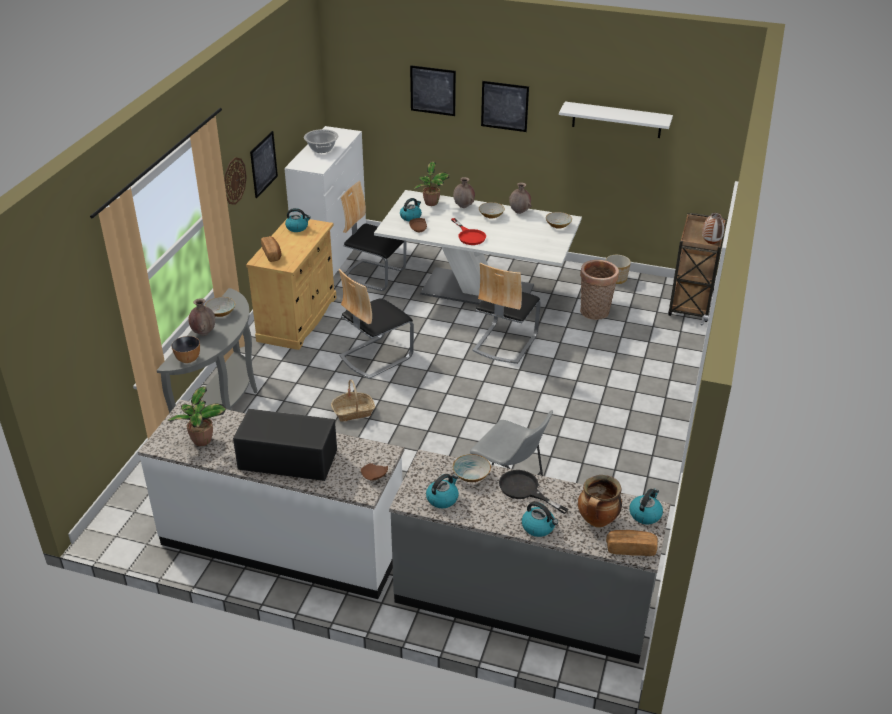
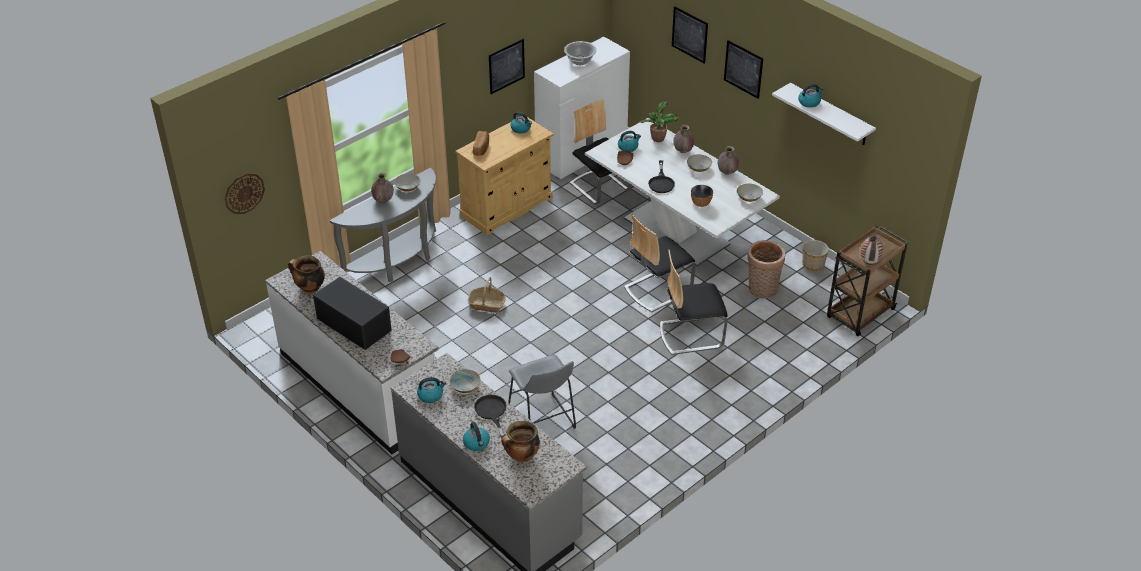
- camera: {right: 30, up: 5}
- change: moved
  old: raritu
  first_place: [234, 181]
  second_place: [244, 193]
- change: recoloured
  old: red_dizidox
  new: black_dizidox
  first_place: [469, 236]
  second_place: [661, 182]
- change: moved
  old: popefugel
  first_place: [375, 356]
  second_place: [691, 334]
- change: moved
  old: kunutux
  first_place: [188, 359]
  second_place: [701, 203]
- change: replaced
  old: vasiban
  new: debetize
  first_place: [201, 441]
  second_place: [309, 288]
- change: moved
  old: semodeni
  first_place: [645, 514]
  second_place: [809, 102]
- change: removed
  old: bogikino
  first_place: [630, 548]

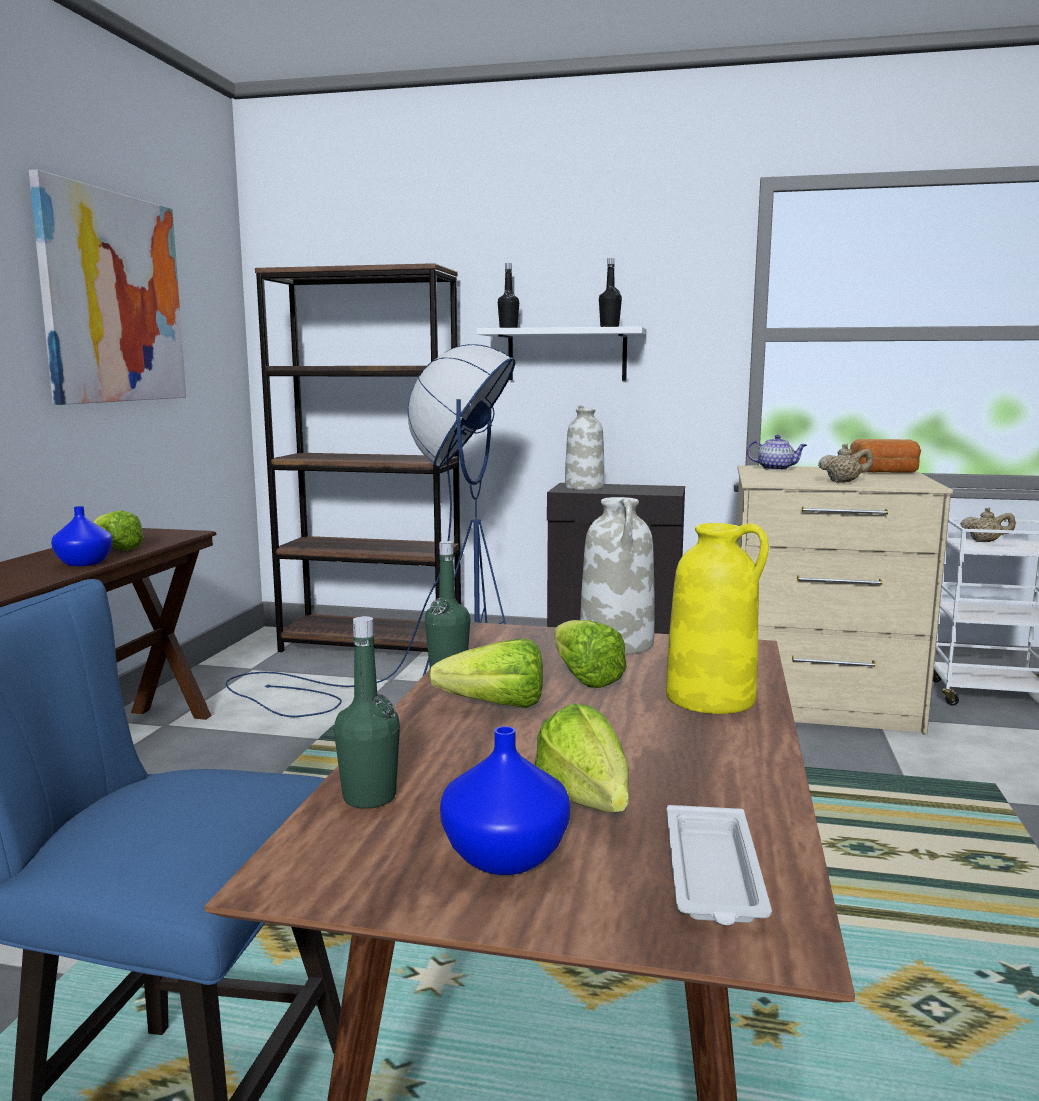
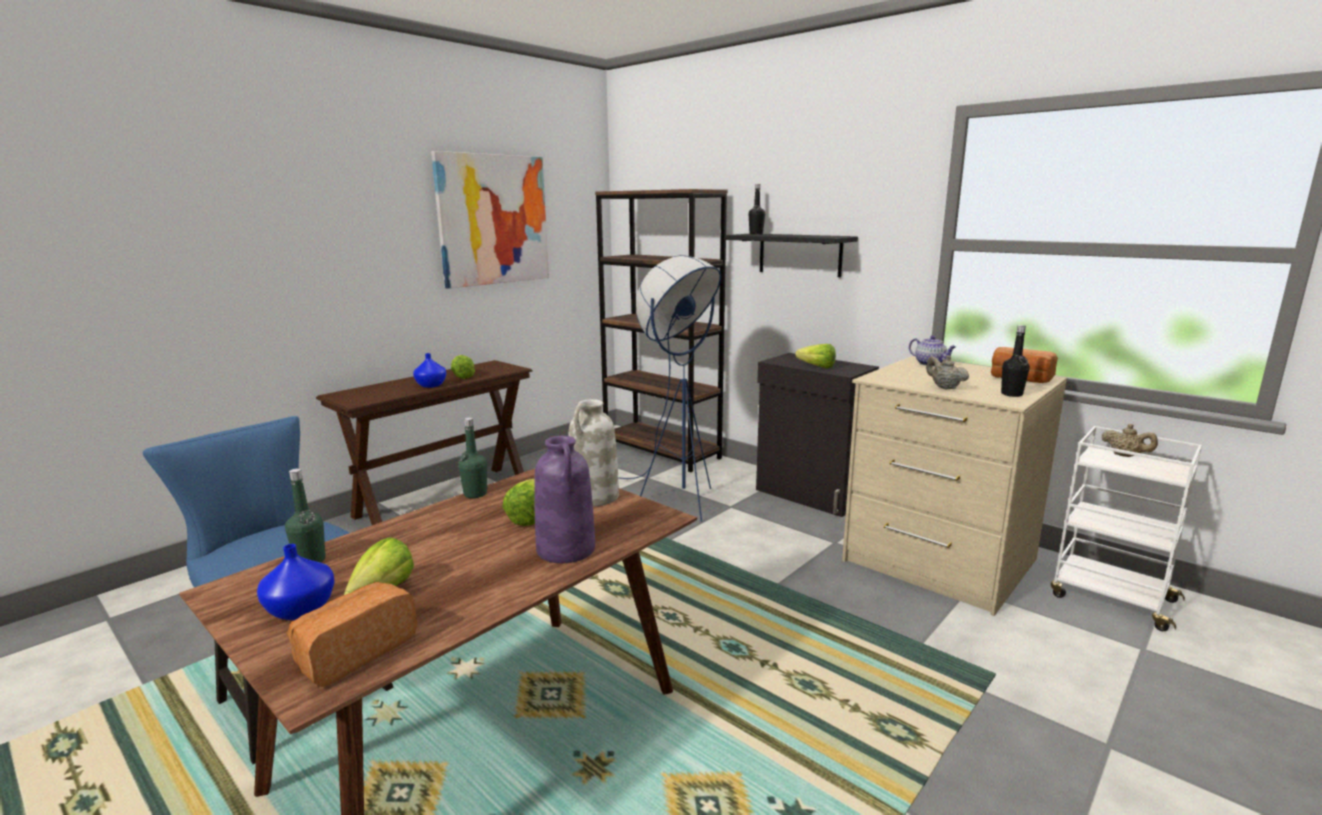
- camera: {right: 30, up: 5}
- change: moved
  old: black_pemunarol
  first_place: [609, 327]
  second_place: [1011, 394]
- change: recoloured
  old: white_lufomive
  new: black_lufomive
  first_place: [567, 355]
  second_place: [799, 254]
- change: removed
  old: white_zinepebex
  first_place: [583, 487]
- change: turned
  old: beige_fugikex
  first_place: [844, 482]
  second_place: [944, 387]
  degrees: -150
- change: recoloured
  old: yellow_zinepebex
  new: purple_zinepebex
  first_place: [712, 698]
  second_place: [566, 550]
- change: moved
  old: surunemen
  first_place: [486, 705]
  second_place: [814, 366]
- change: replaced
  old: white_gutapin
  new: bogikino
  first_place: [713, 875]
  second_place: [354, 652]

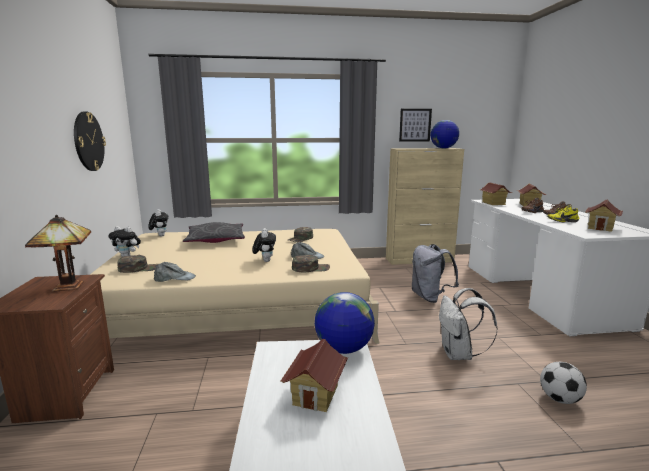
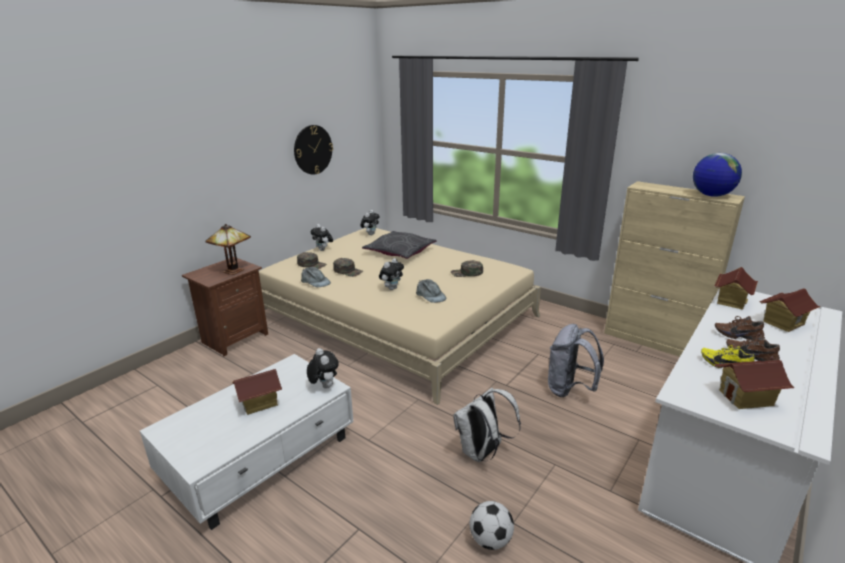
- camera: {right: 45, up: 10}
- change: removed
  old: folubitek
  first_place: [415, 125]
- change: moved
  old: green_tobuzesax
  first_place: [310, 268]
  second_place: [348, 271]
- change: replaced
  old: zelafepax
  new: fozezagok
  first_place: [343, 349]
  second_place: [324, 386]

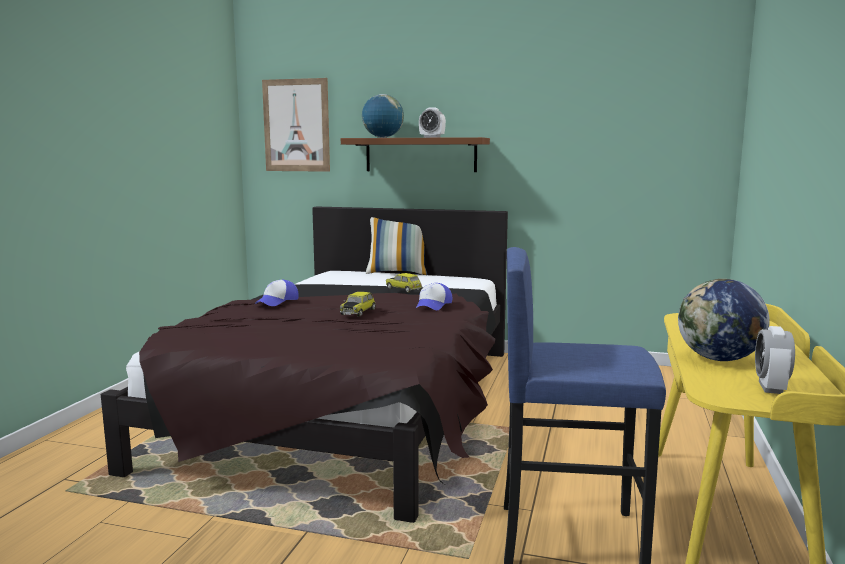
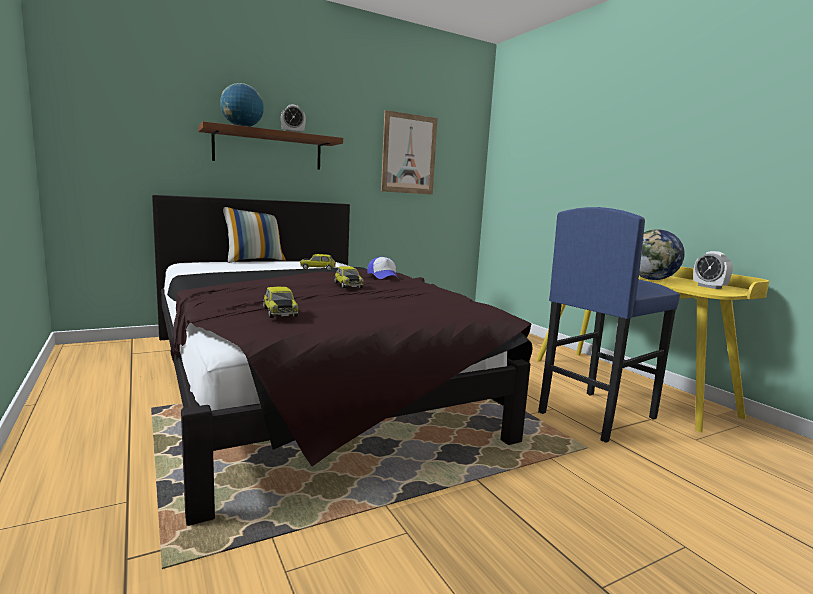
- camera: {right: -45, up: 0}
- change: moved
  old: folubitek
  first_place: [296, 125]
  second_place: [409, 154]
- change: removed
  old: tobuzesax
  first_place: [277, 301]
- change: added
  new: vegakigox
  second_place: [279, 312]

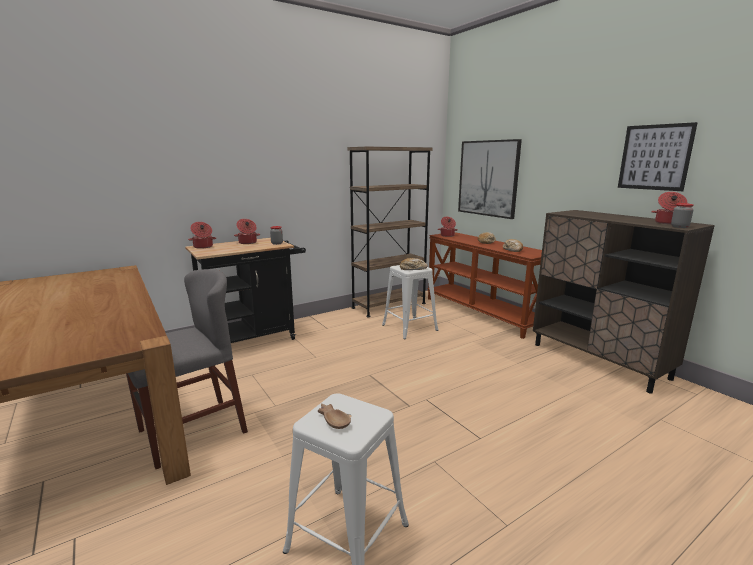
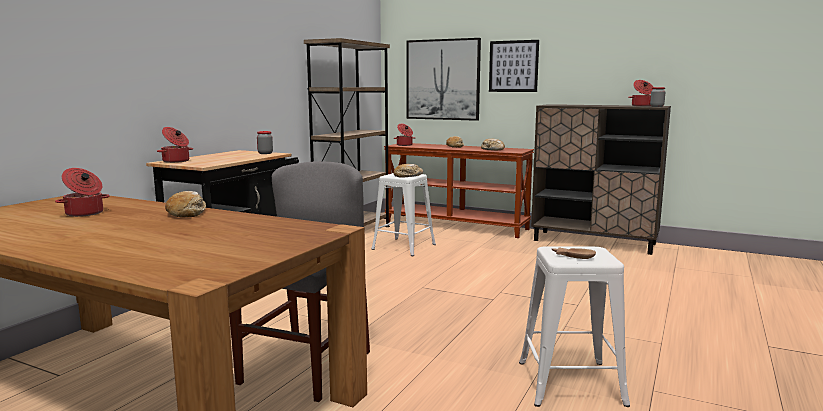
- camera: {right: -30, up: -5}
- change: moved
  old: folubitek
  first_place: [654, 157]
  second_place: [513, 66]
- change: moved
  old: debetize
  first_place: [247, 242]
  second_place: [85, 213]
- change: added
  new: bogikino
  second_place: [187, 213]

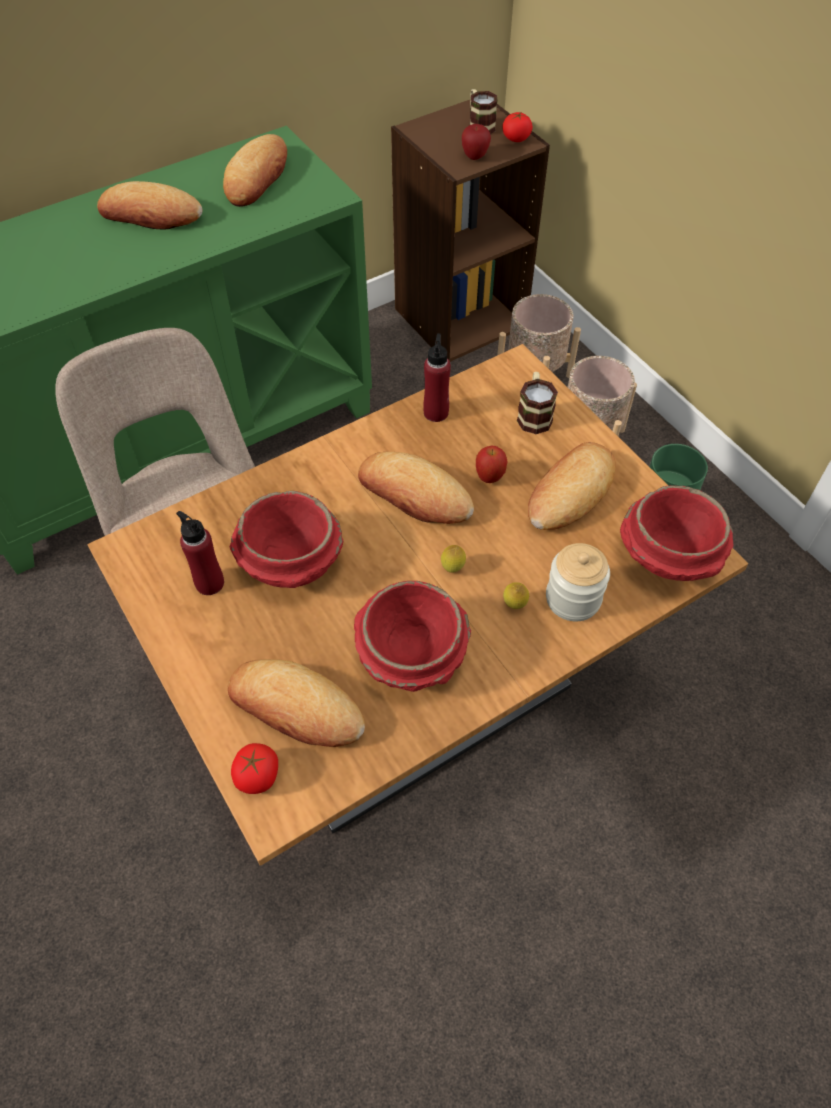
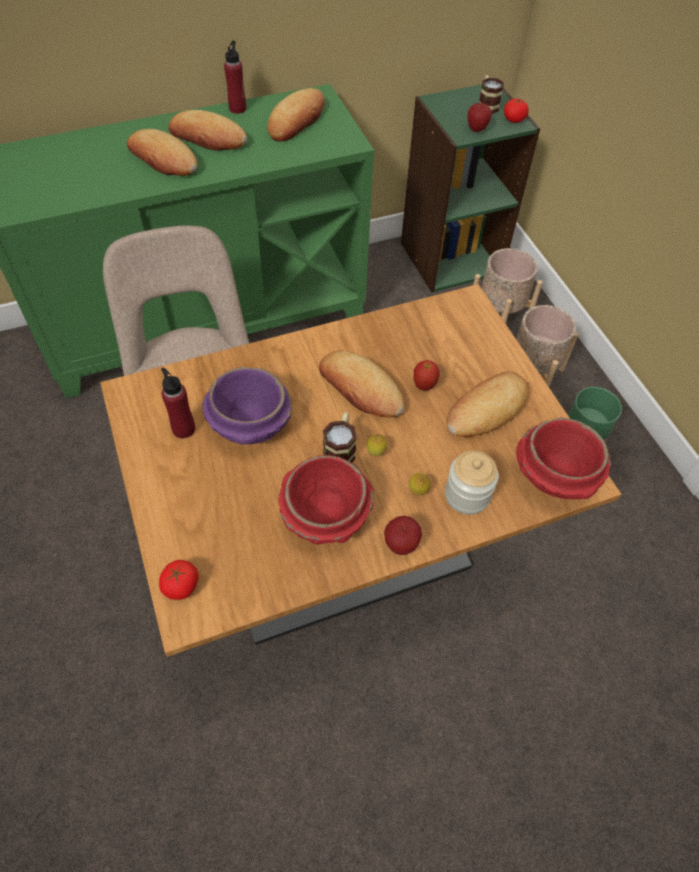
- camera: {right: 10, up: 0}
- change: recoloured
  old: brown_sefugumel
  new: green_sefugumel
  first_place: [459, 317]
  second_place: [450, 257]
- change: moved
  old: red_pemunarol
  first_place: [436, 412]
  second_place: [237, 108]
- change: moved
  old: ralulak
  first_place: [534, 414]
  second_place: [340, 449]
- change: recoloured
  old: red_kunutux
  new: purple_kunutux
  first_place: [290, 562]
  second_place: [249, 424]
- change: moved
  old: bogikino
  first_place: [296, 708]
  second_place: [163, 159]
- change: added
  new: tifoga
  second_place: [401, 545]

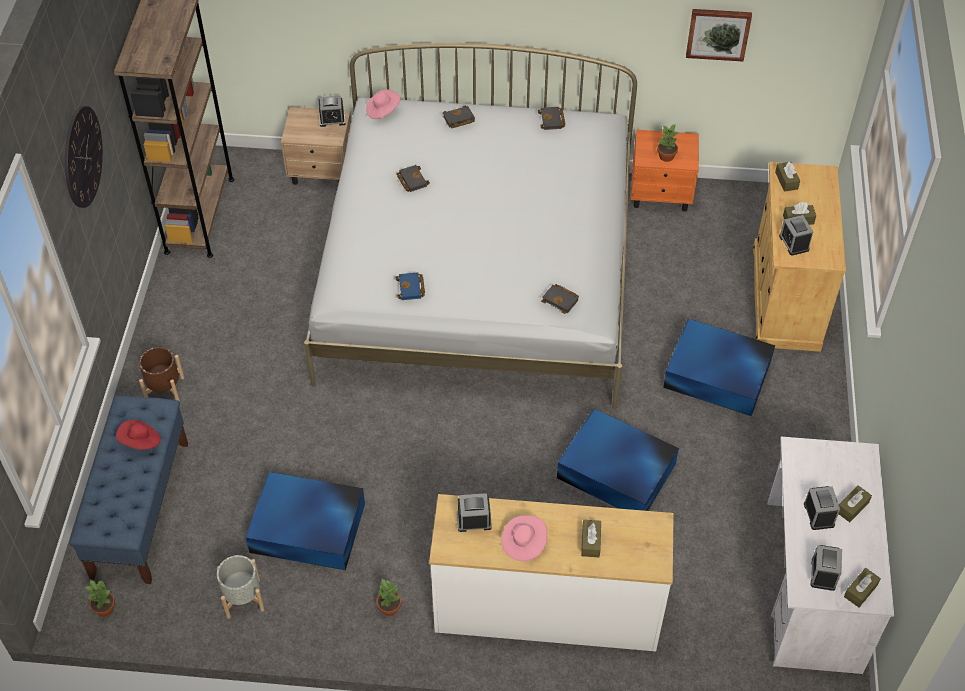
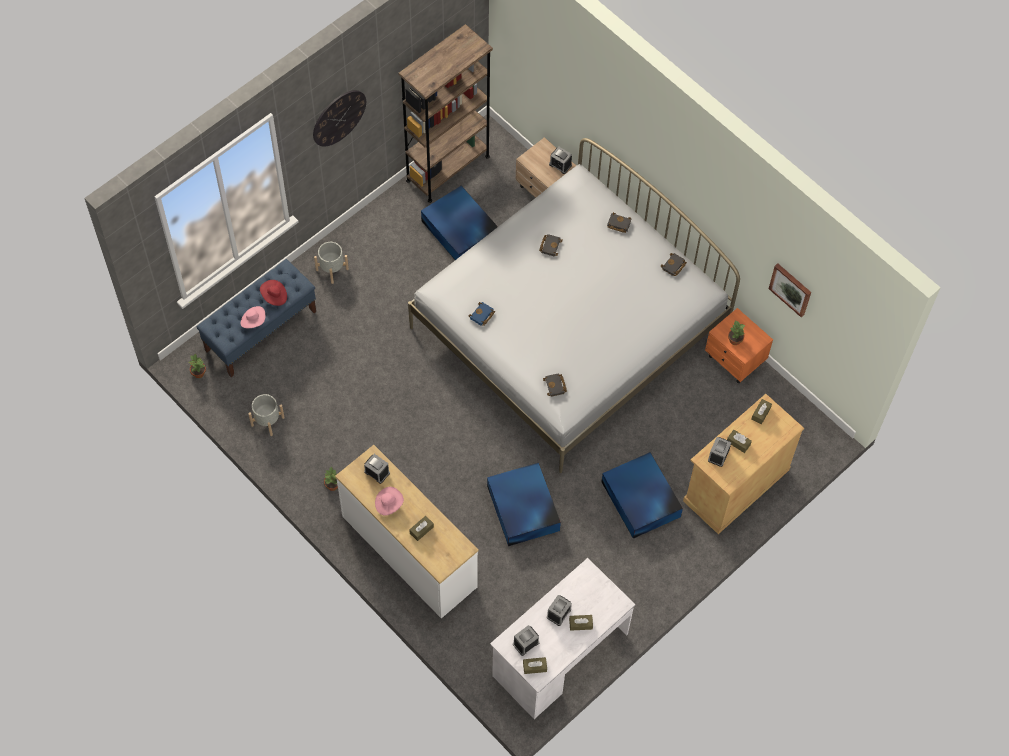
- camera: {right: 40, up: 10}
- change: moved
  old: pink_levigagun
  first_place: [382, 111]
  second_place: [253, 321]
- change: recoloured
  old: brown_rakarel
  new: grey_rakarel
  first_place: [165, 389]
  second_place: [332, 269]
- change: moved
  old: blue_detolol
  first_place: [309, 529]
  second_place: [460, 231]

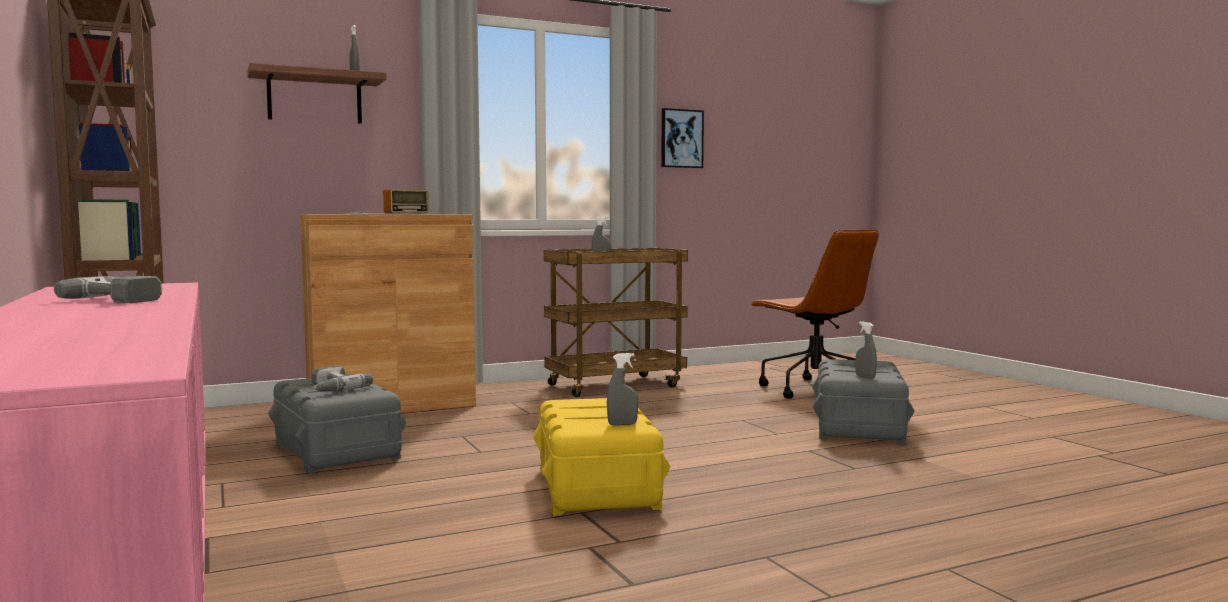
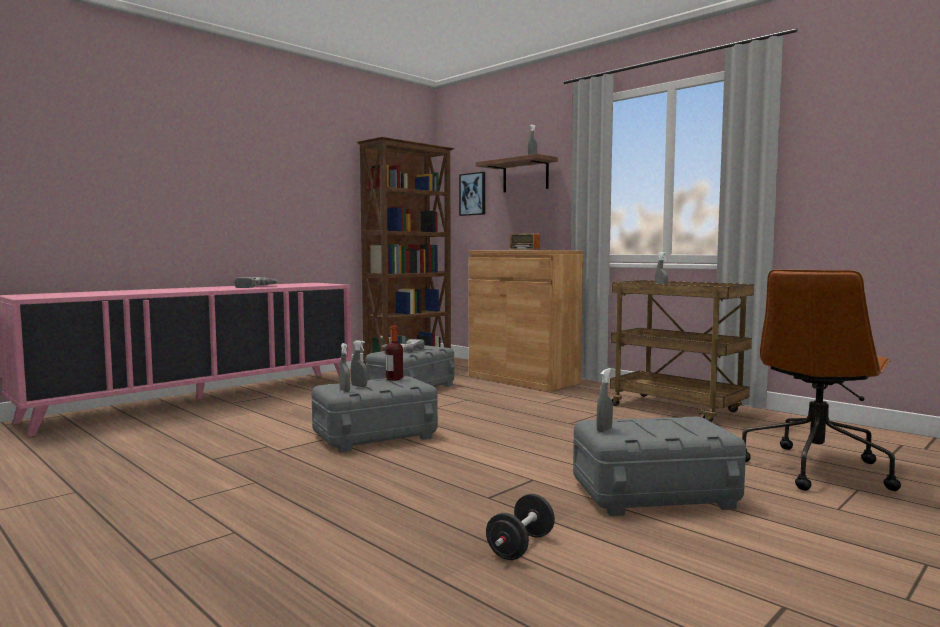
- camera: {right: 70, up: 0}
- change: moved
  old: folubitek
  first_place: [681, 138]
  second_place: [473, 194]
- change: recoloured
  old: yellow_detolol
  new: grey_detolol
  first_place: [595, 488]
  second_place: [375, 436]
- change: added
  new: pemunarol
  second_place: [394, 379]
- change: added
  new: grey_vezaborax
  second_place: [359, 386]
- change: added
  new: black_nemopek
  second_place: [520, 546]

